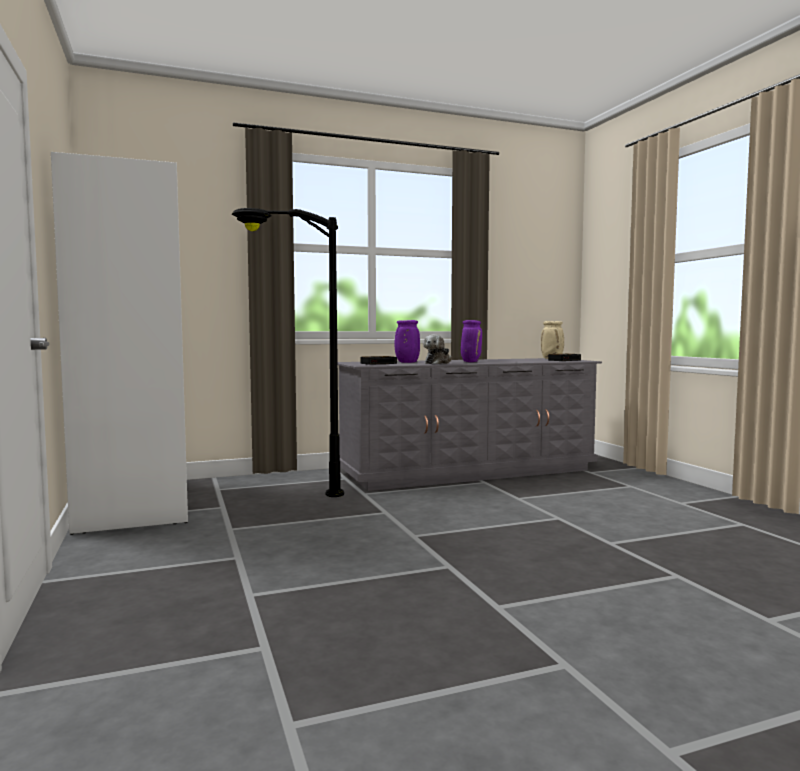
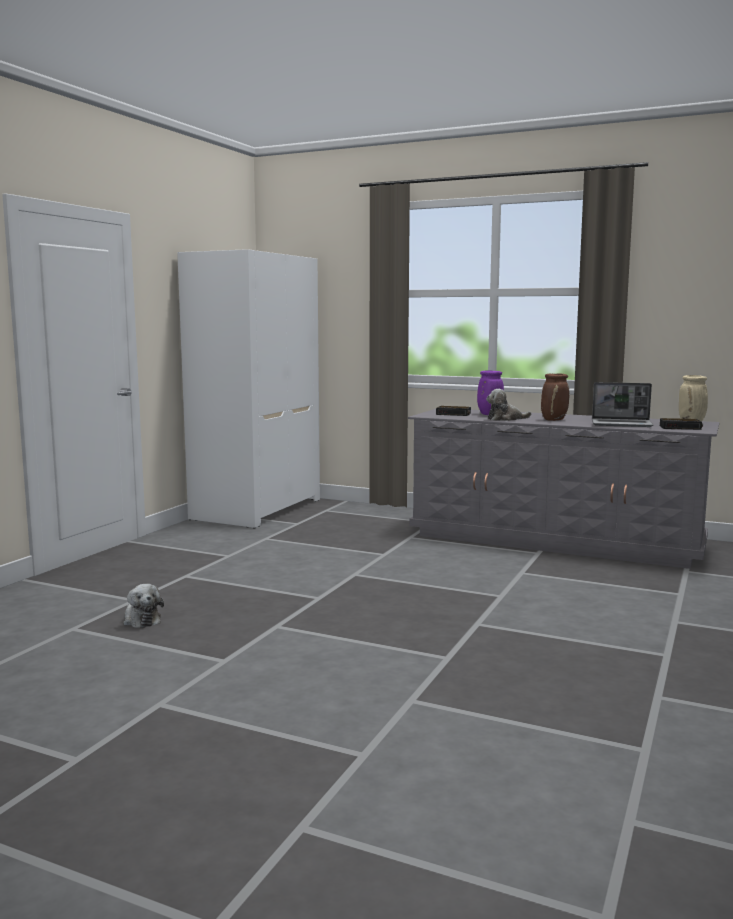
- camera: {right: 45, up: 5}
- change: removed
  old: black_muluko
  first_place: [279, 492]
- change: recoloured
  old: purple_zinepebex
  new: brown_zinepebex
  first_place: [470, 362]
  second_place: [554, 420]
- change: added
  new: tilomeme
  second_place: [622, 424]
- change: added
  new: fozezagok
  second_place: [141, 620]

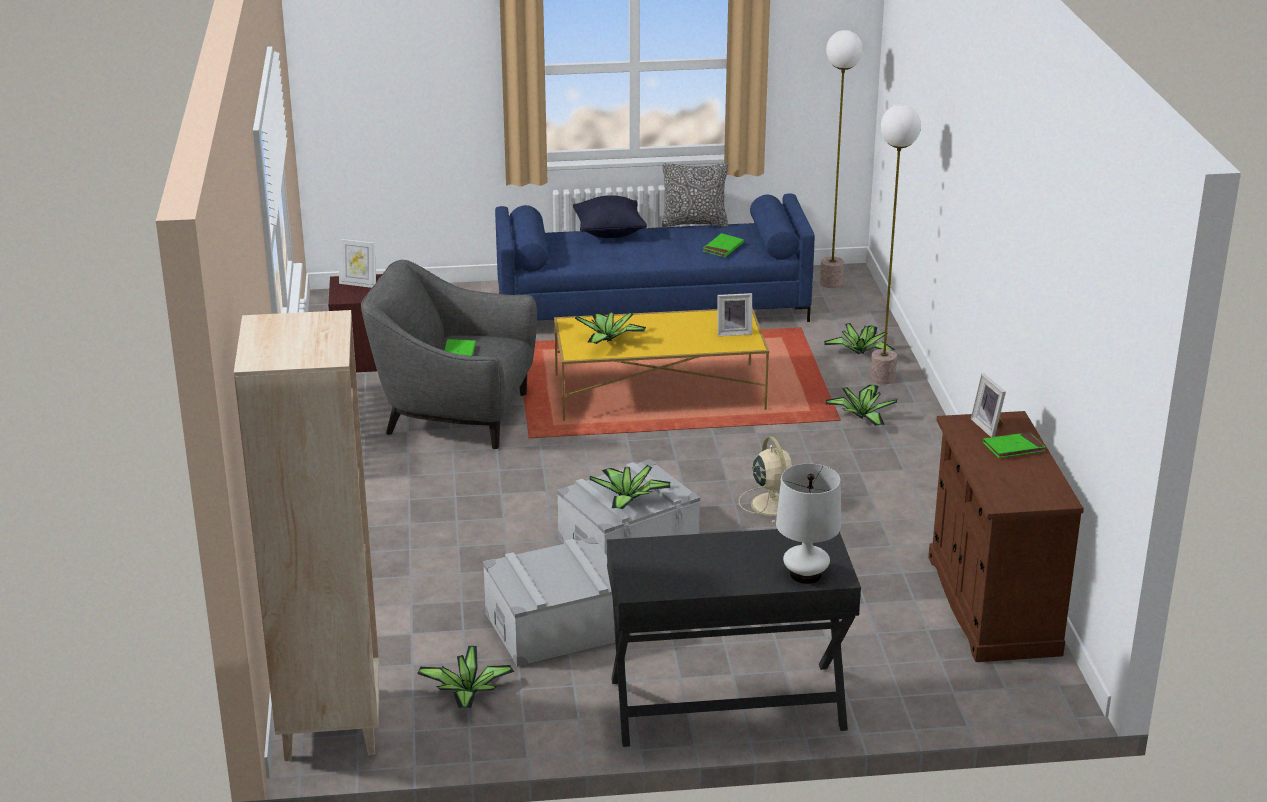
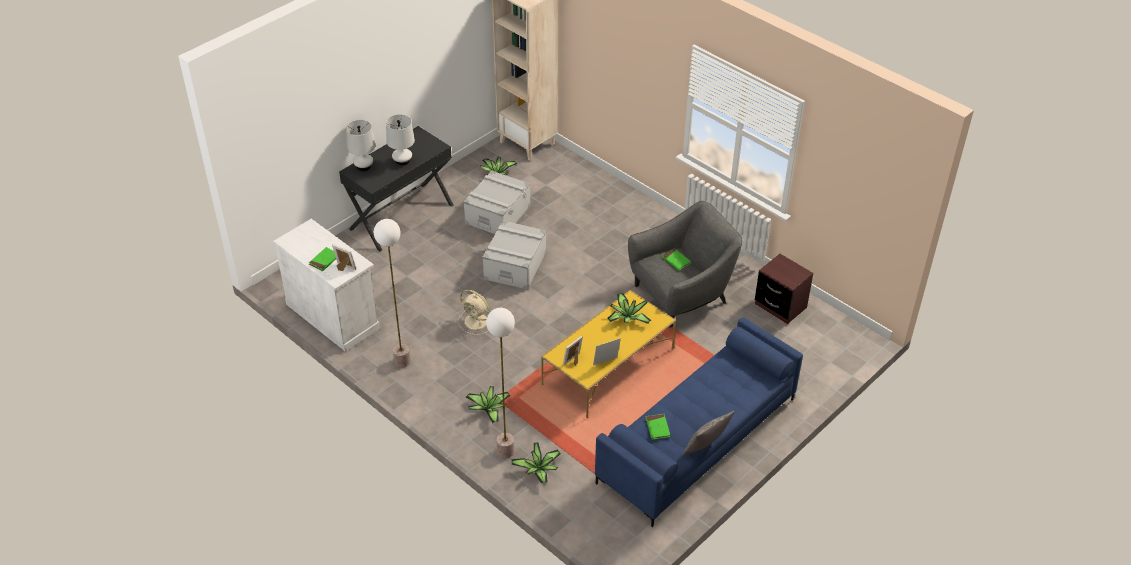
- camera: {right: 140, up: 15}
- change: moved
  old: muluko
  first_place: [831, 283]
  second_place: [402, 361]
- change: removed
  old: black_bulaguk
  first_place: [609, 233]
- change: moved
  old: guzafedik
  first_place: [359, 284]
  second_place: [606, 363]
- change: recoloured
  old: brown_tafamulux
  new: white_tafamulux
  first_place: [992, 605]
  second_place: [333, 316]
- change: removed
  old: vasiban
  first_place: [629, 500]
- change: added
  new: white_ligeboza
  second_place: [402, 161]

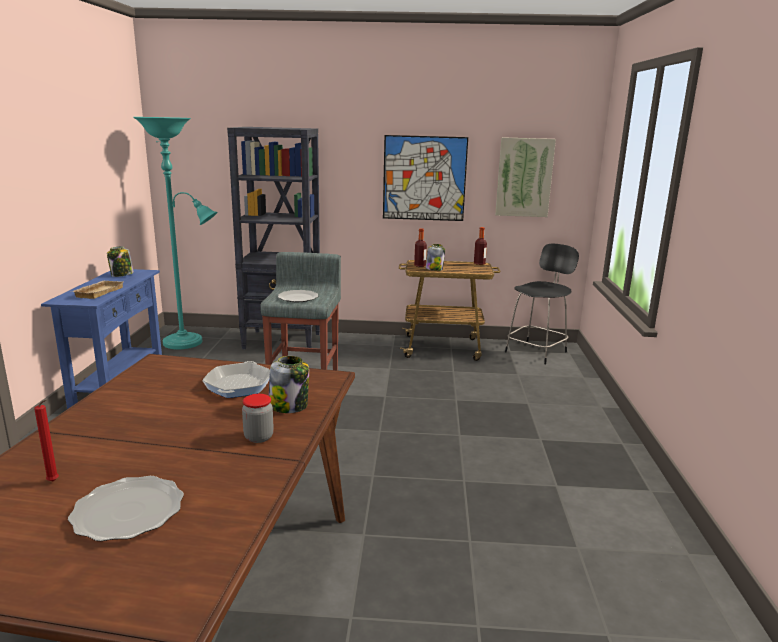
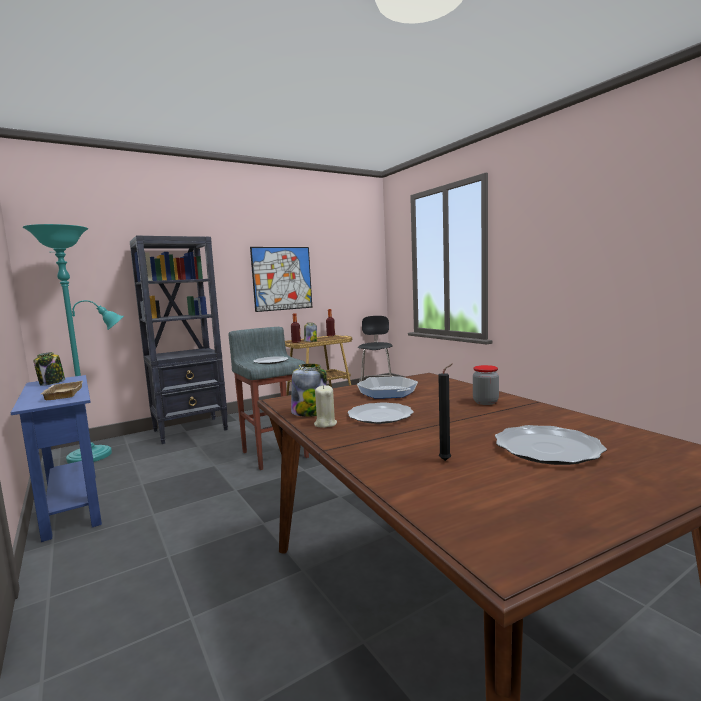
- camera: {right: -35, up: -10}
- change: removed
  old: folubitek
  first_place: [524, 177]
- change: moved
  old: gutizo
  first_place: [289, 406]
  second_place: [309, 412]
- change: recoloured
  old: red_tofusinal
  new: black_tofusinal
  first_place: [54, 482]
  second_place: [447, 460]
- change: added
  new: beige_tofusinal
  second_place: [325, 424]
- change: added
  new: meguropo
  second_place: [379, 416]

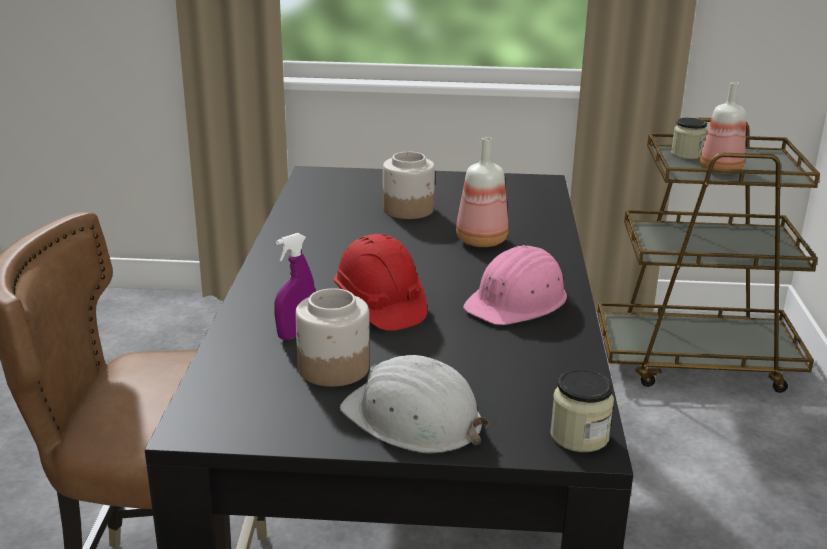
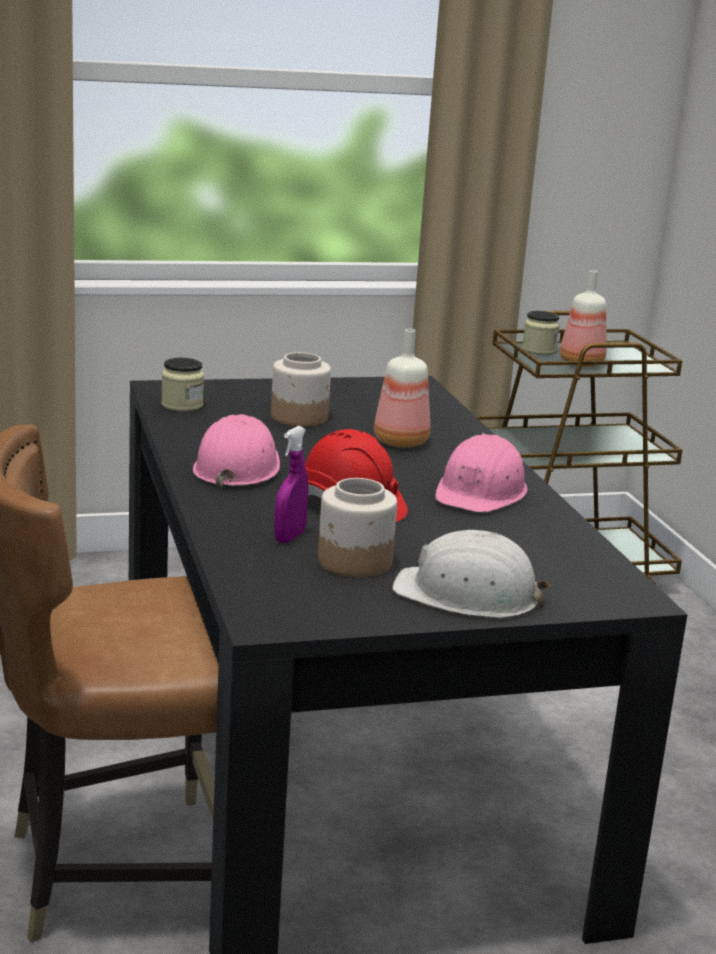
- camera: {right: -20, up: -5}
- change: moved
  old: gutizo
  first_place: [579, 436]
  second_place: [182, 405]
- change: added
  new: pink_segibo
  second_place: [237, 468]

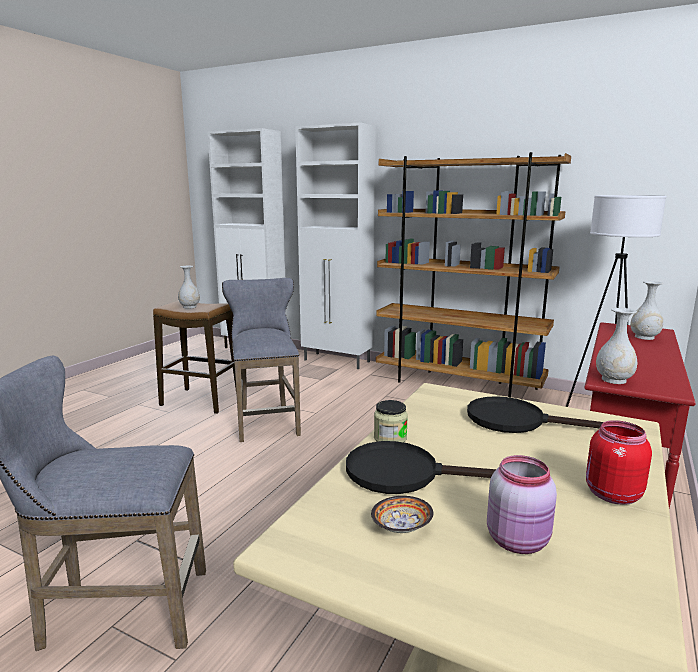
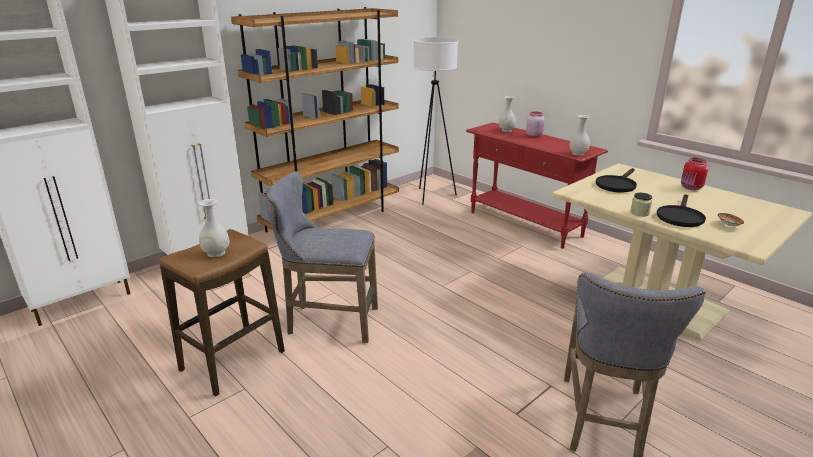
- camera: {right: -70, up: 10}
- change: moved
  old: pink_gutizo
  first_place: [519, 541]
  second_place: [534, 135]

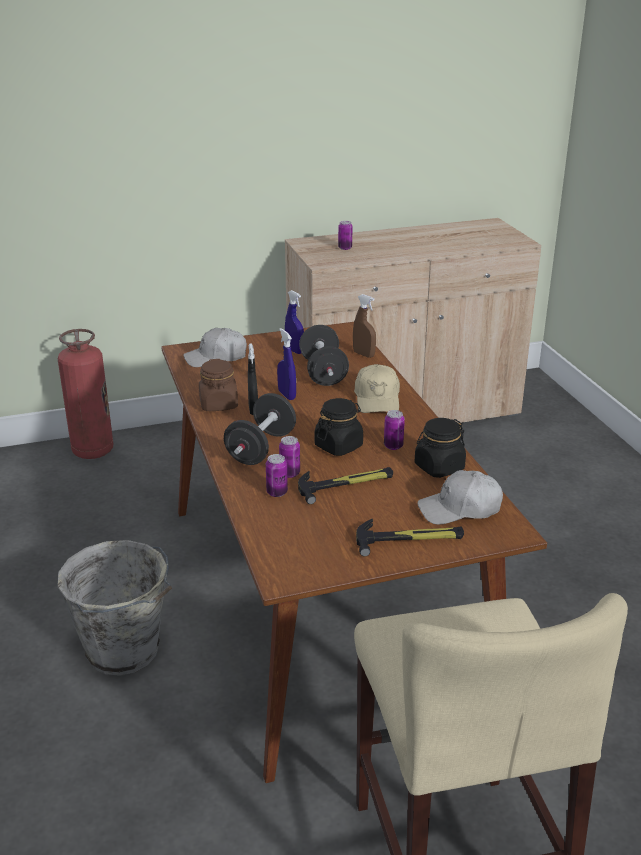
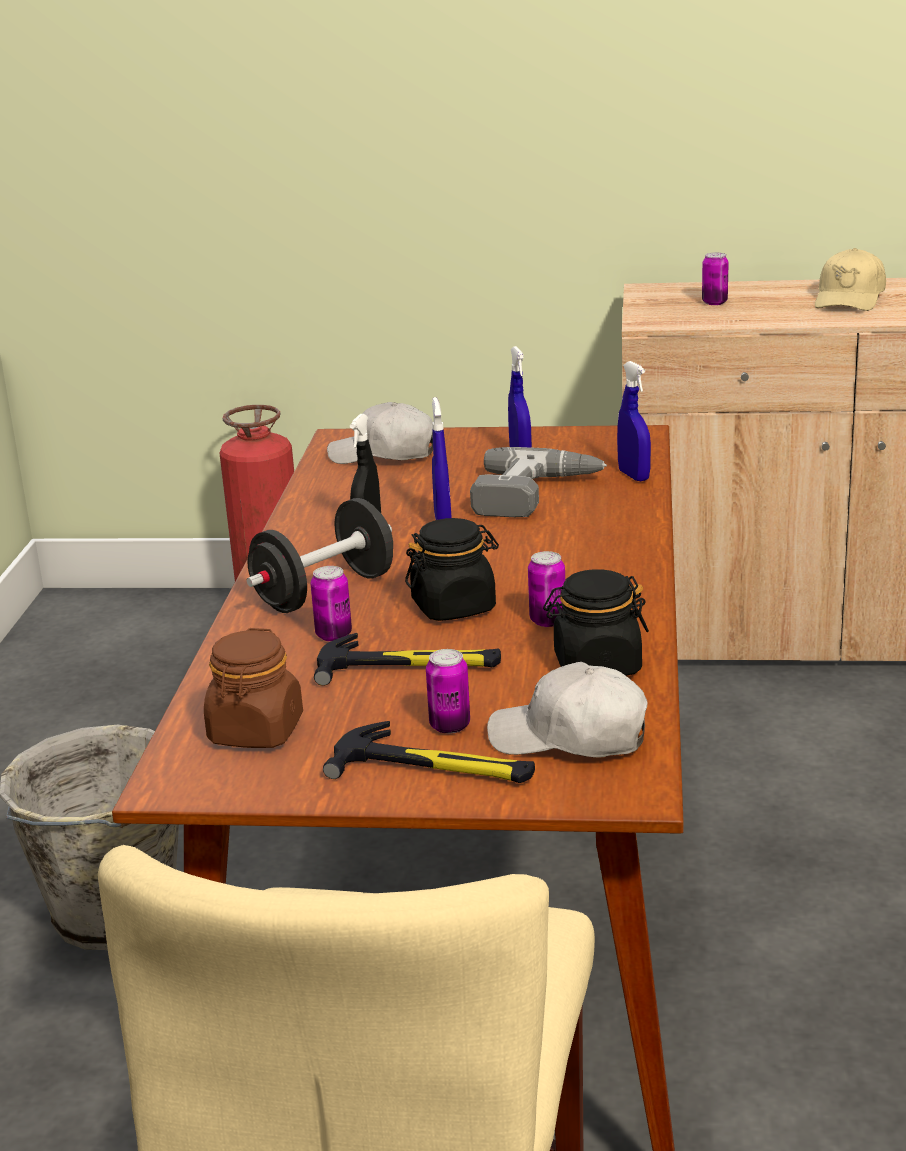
- camera: {right: 25, up: -5}
- change: recoloured
  old: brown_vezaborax
  new: blue_vezaborax
  first_place: [364, 354]
  second_place: [634, 476]
- change: replaced
  old: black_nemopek
  new: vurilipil
  first_place: [323, 373]
  second_place: [536, 495]
- change: moved
  old: brown_gutizo
  first_place: [219, 404]
  second_place: [256, 732]
- change: moved
  old: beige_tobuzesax
  first_place: [377, 399]
  second_place: [850, 299]
- change: moved
  old: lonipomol
  first_place: [277, 492]
  second_place: [450, 726]

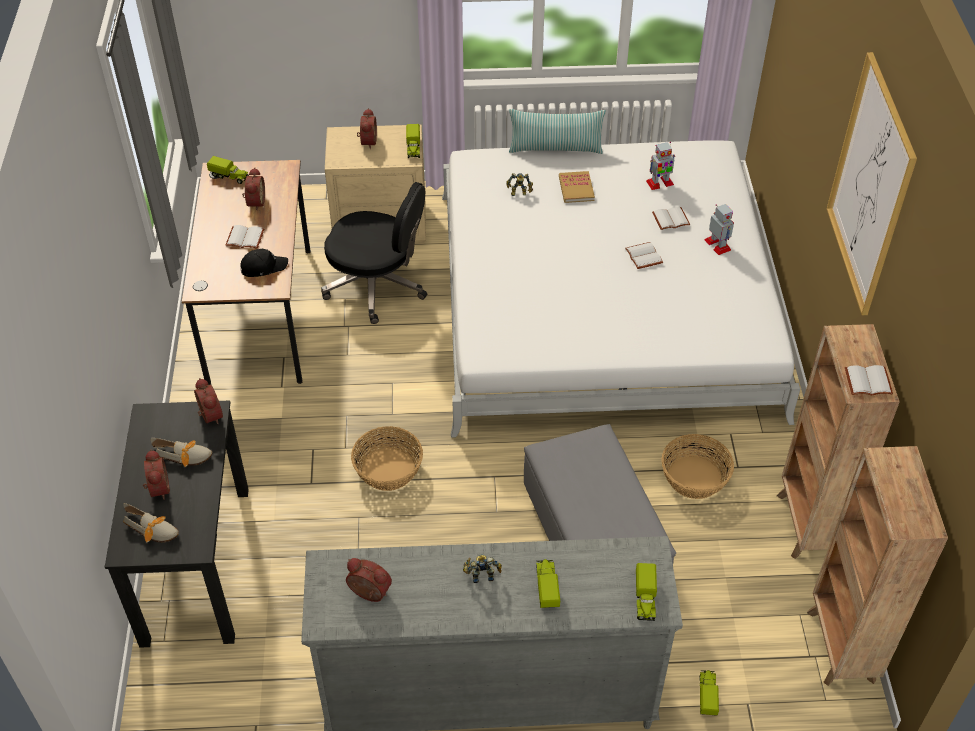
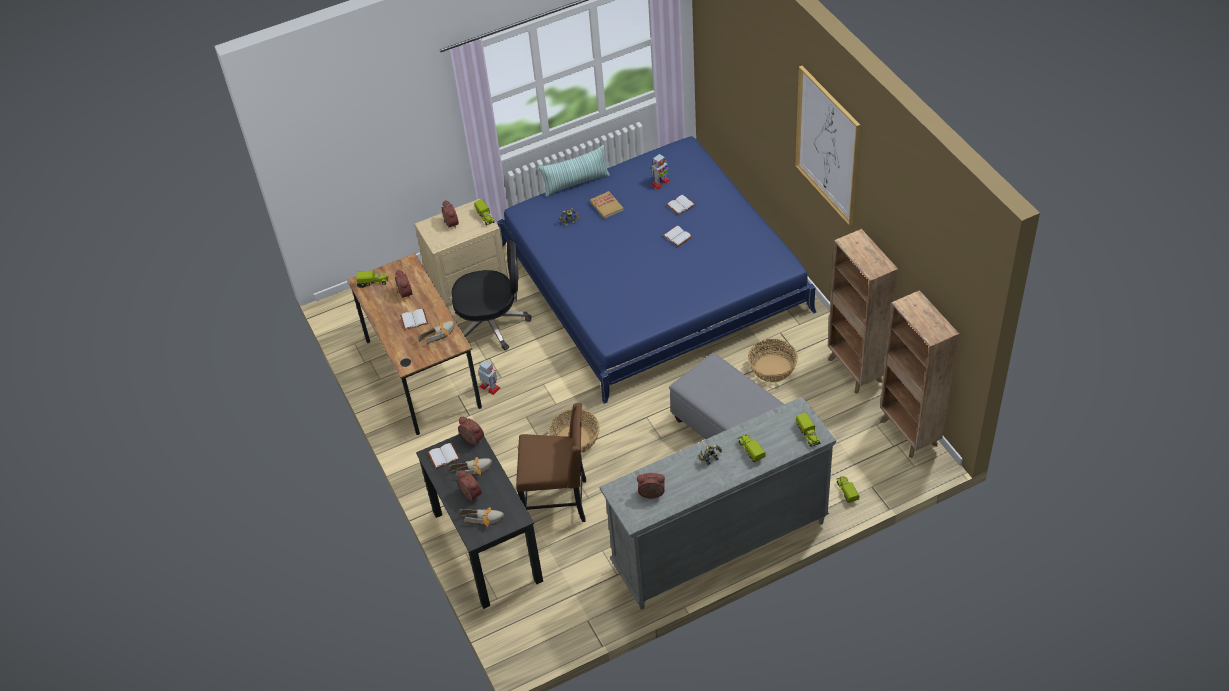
- camera: {right: -20, up: 0}
- change: recoloured
  old: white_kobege
  new: blue_kobege
  first_place: [603, 302]
  second_place: [653, 278]
- change: moved
  old: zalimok
  first_place: [718, 245]
  second_place: [490, 387]
- change: replaced
  old: black_tobuzesax
  new: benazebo
  first_place: [263, 267]
  second_place: [440, 334]
- change: moved
  old: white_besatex
  first_place: [868, 380]
  second_place: [444, 455]
- change: added
  new: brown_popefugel
  second_place: [558, 501]

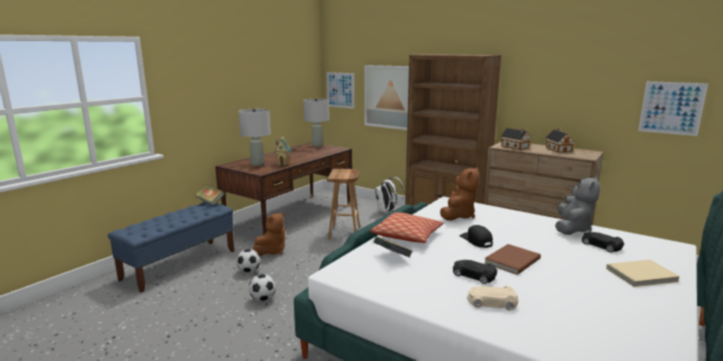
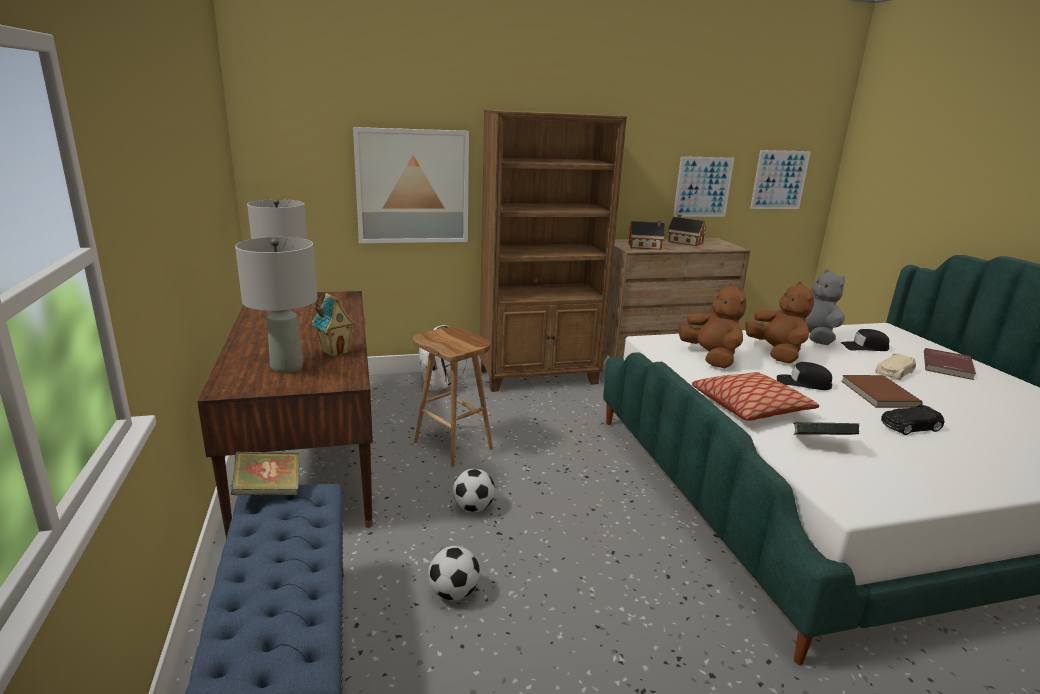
- camera: {right: -50, up: 5}
- change: moved
  old: folubitek
  first_place: [340, 90]
  second_place: [703, 187]
- change: moved
  old: brown_fozezagok
  first_place: [272, 251]
  second_place: [776, 353]
- change: replaced
  old: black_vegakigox
  new: black_tobuzesax
  first_place: [601, 245]
  second_place: [864, 347]
- change: recoloured
  old: beige_besatex
  new: red_besatex
  first_place: [642, 275]
  second_place: [948, 366]
- change: moved
  old: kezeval
  first_place: [263, 299]
  second_place: [473, 507]
- change: moved
  old: beige_vegakigox
  first_place: [491, 303]
  second_place: [894, 373]

